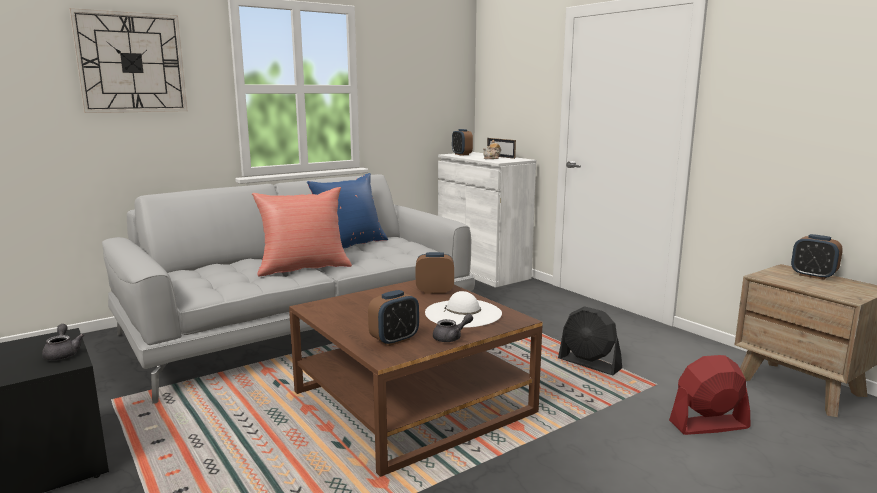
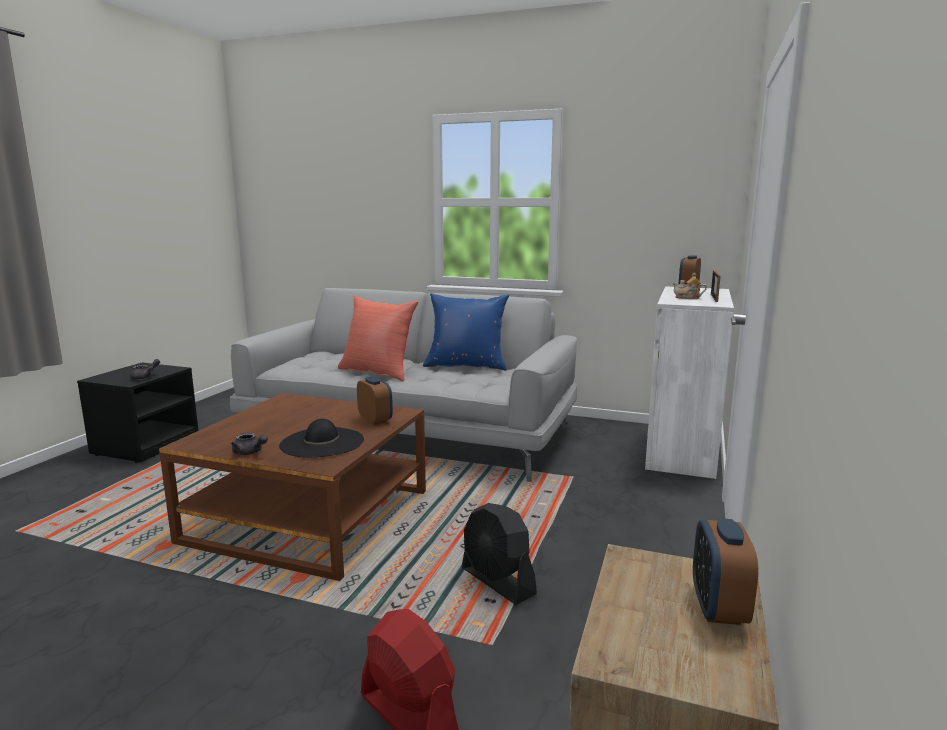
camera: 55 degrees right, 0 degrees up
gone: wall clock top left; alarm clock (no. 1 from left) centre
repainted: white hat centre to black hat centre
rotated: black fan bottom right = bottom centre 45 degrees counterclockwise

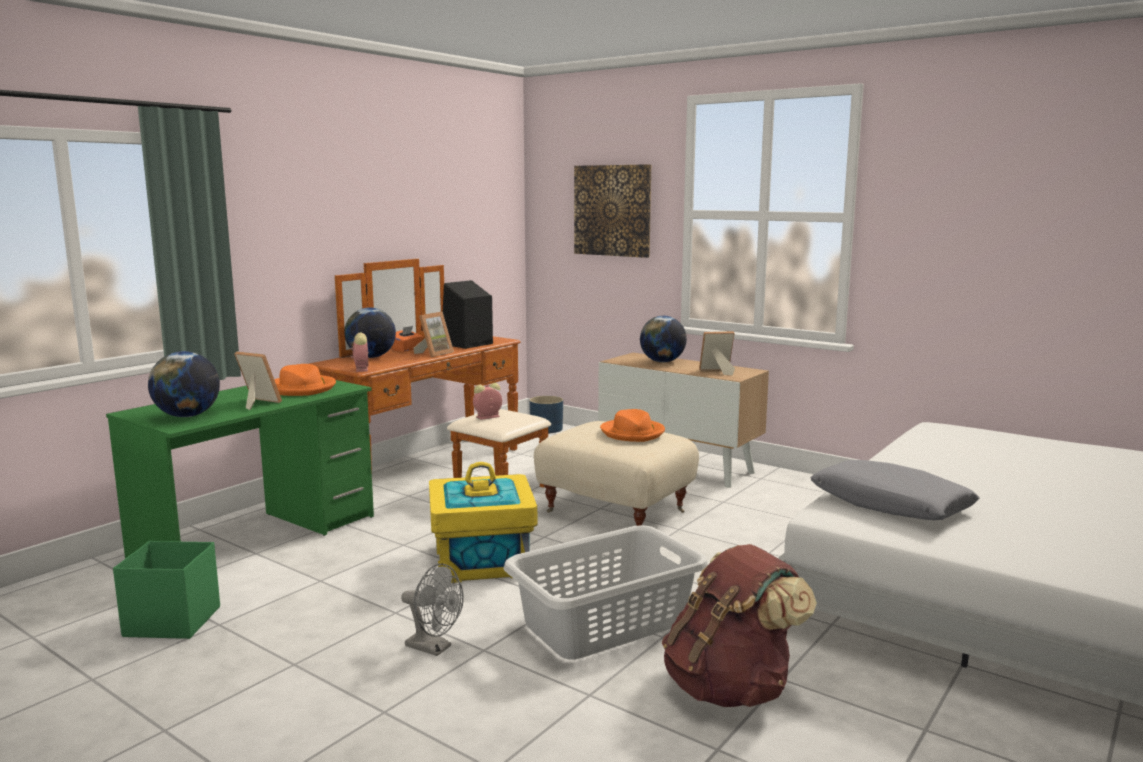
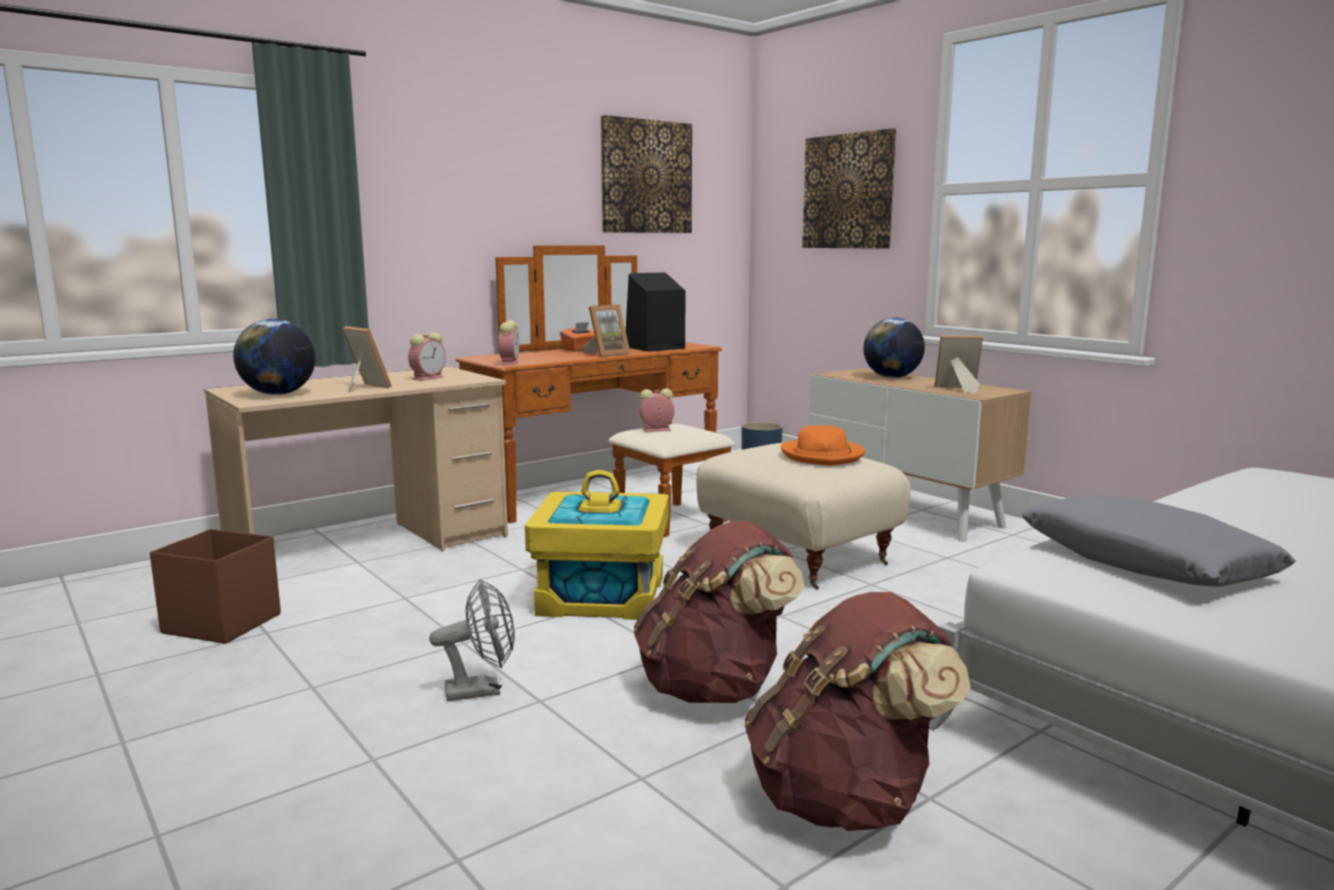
camera: 15 degrees right, 0 degrees up
gone: globe (no. 2 from left) middle left
new: picture (no. 1 from left) top centre
swapped: orange hat (no. 1 from left) middle left to alarm clock (no. 1 from left) middle left; grey laundry basket bottom centre to brown backpack (no. 1 from left) bottom centre
repainted: green storage box bottom left to brown storage box middle left; green desk middle left to beige desk middle left
rotated: grey fan bottom centre = bottom centre 60 degrees counterclockwise

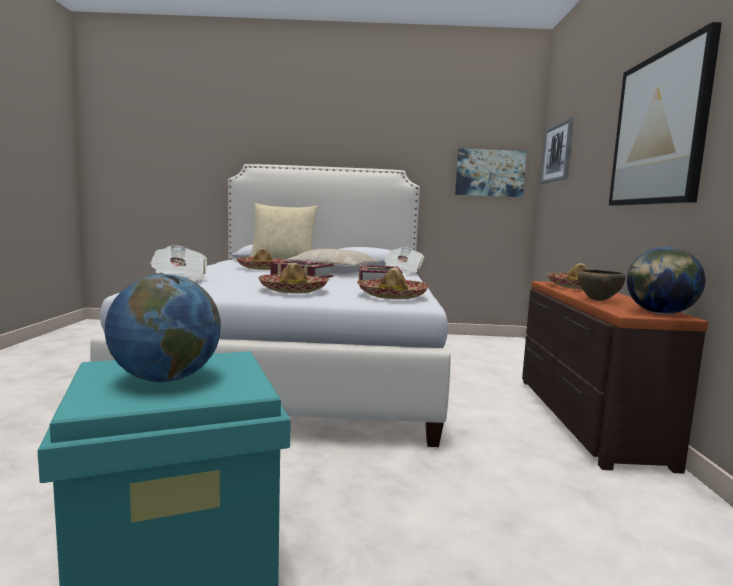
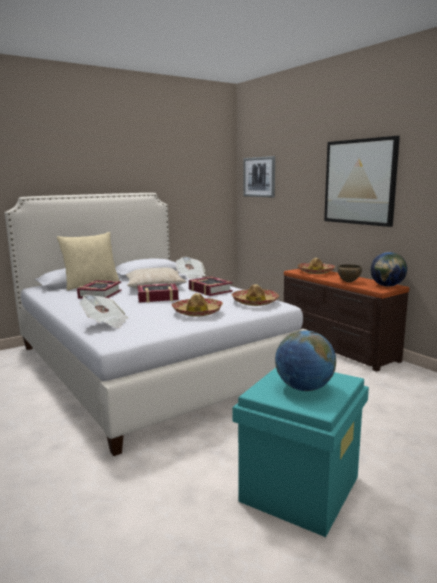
camera: 35 degrees left, 5 degrees up
gone: picture (no. 1 from left) top right
swapped: hat (no. 1 from left) centre to book (no. 1 from left) middle left

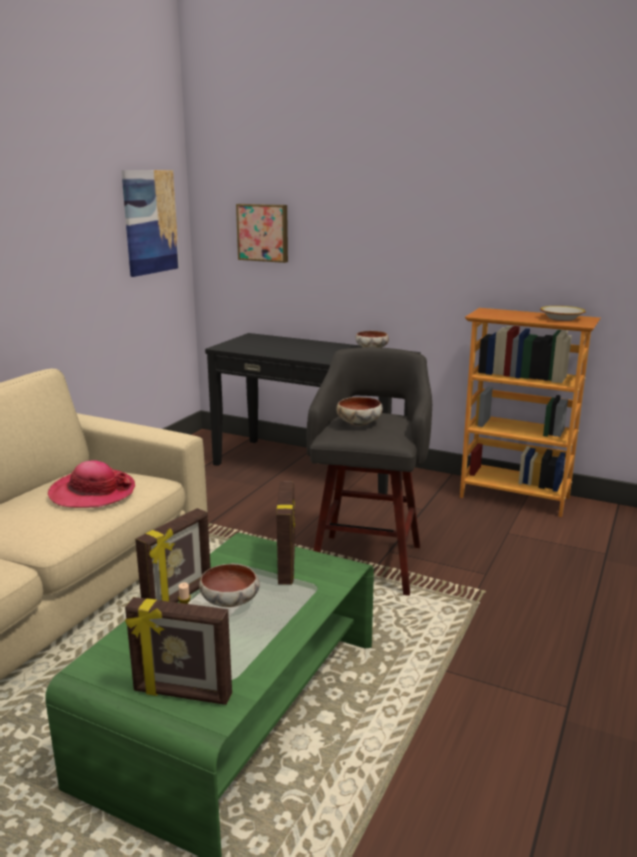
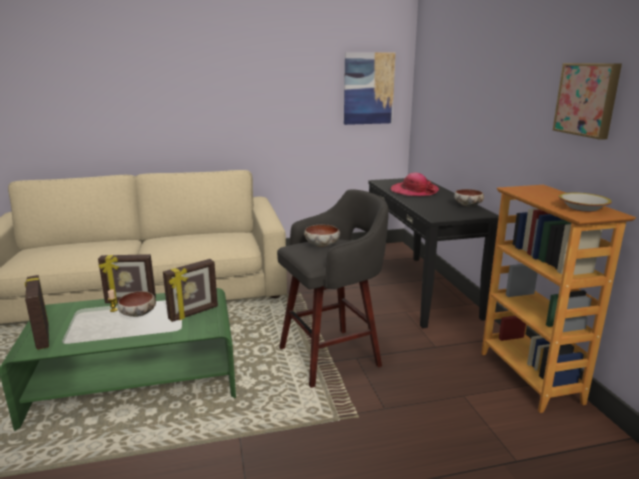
camera: 50 degrees right, 0 degrees up
shifted: hat middle left to centre; picture (no. 2 from left) top centre to top right

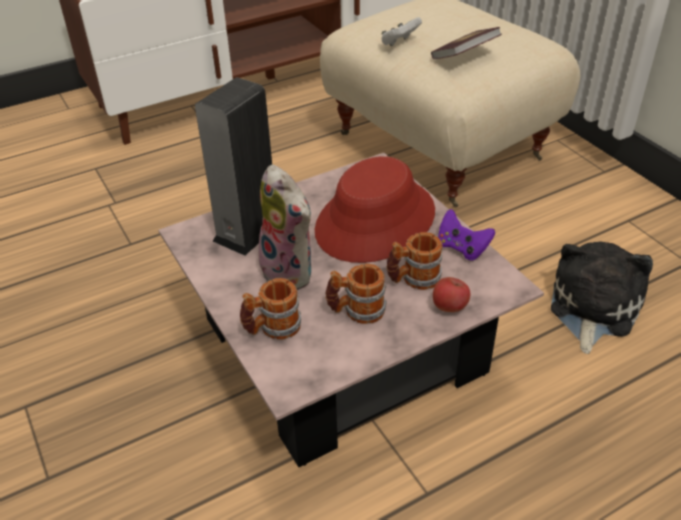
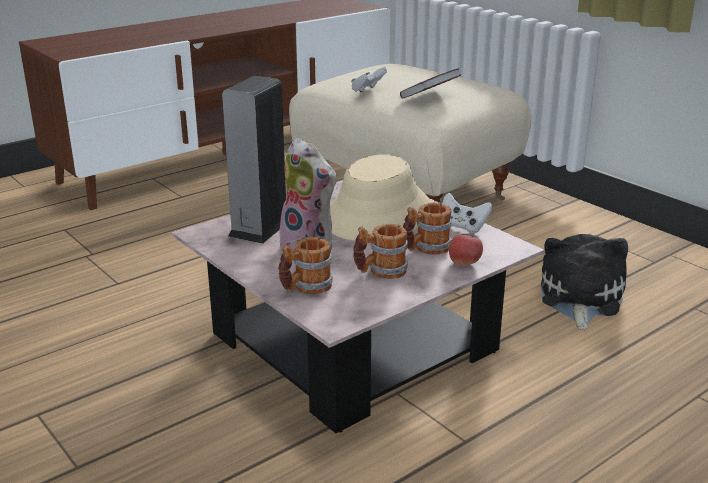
camera: 10 degrees left, 15 degrees down
repainted: red hat centre to beige hat centre; purple game controller middle right to white game controller (no. 2 from left) centre

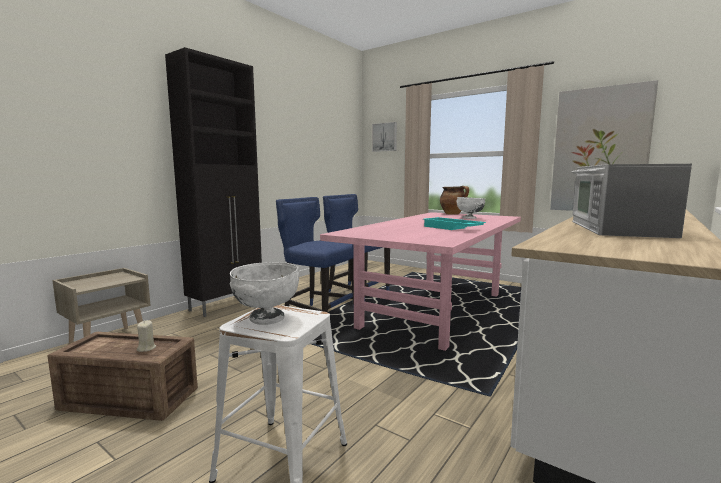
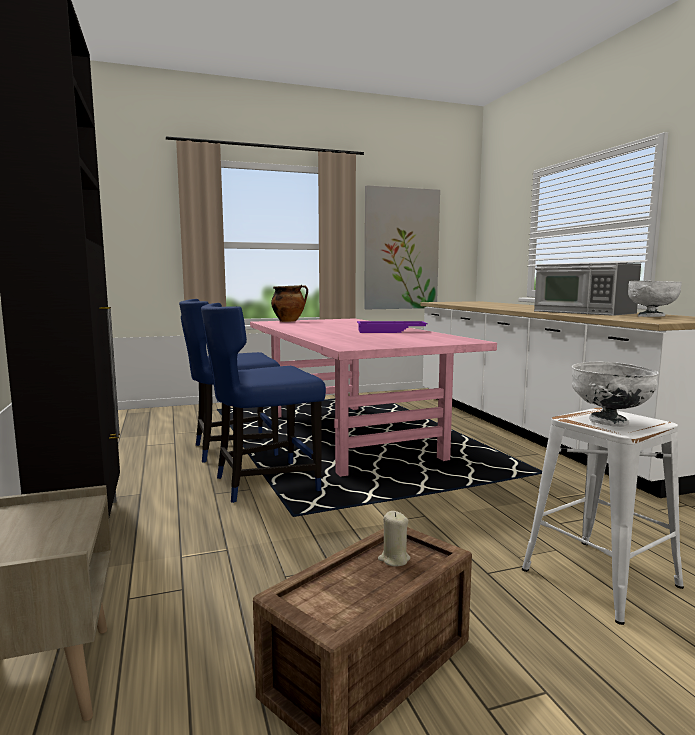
camera: 55 degrees left, 0 degrees up
gone: picture (no. 1 from left) top centre
shifted: white bowl (no. 2 from left) centre to middle right
repainted: turquoise tray centre to purple tray centre

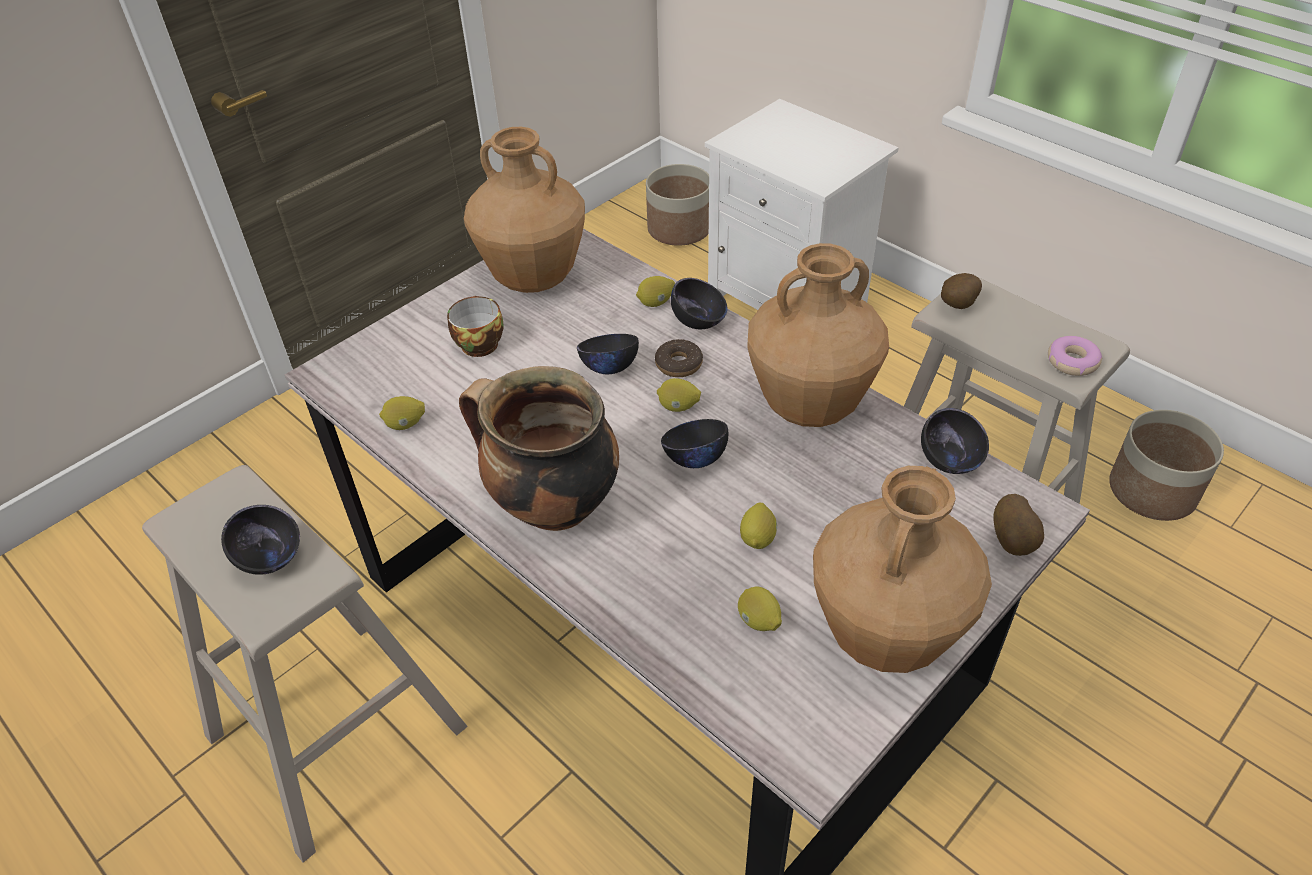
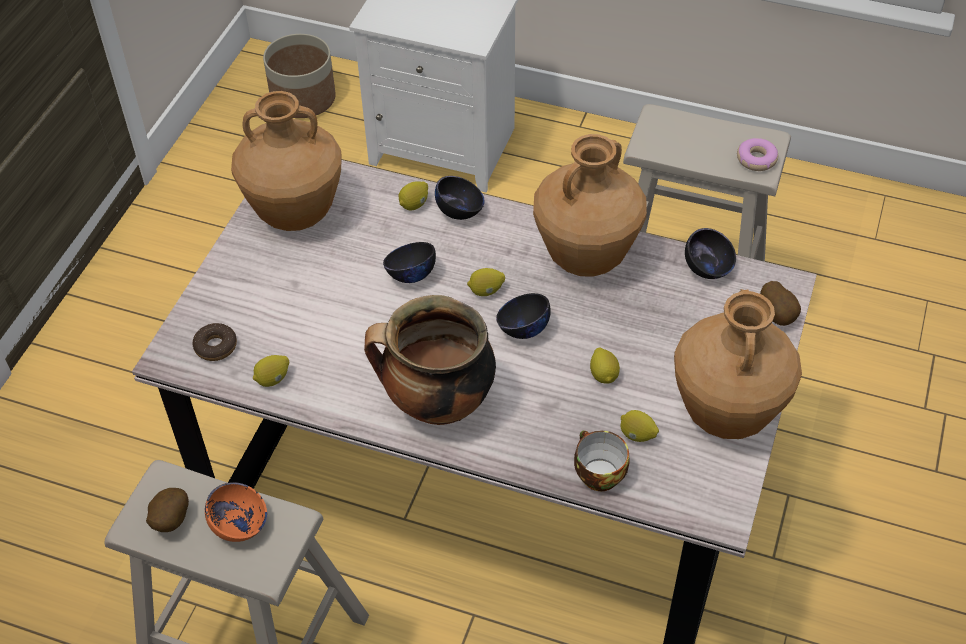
camera: 25 degrees left, 5 degrees up
gone: planter (no. 2 from left) middle right
shifted: potato (no. 1 from left) top right to bottom left; donut (no. 1 from left) centre to middle left; cup centre to bottom centre
repainted: black bowl (no. 1 from left) middle left to orange bowl bottom left

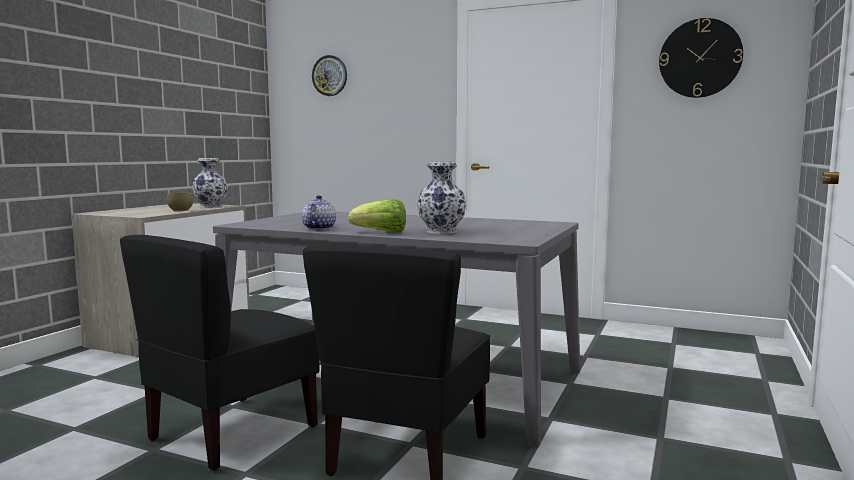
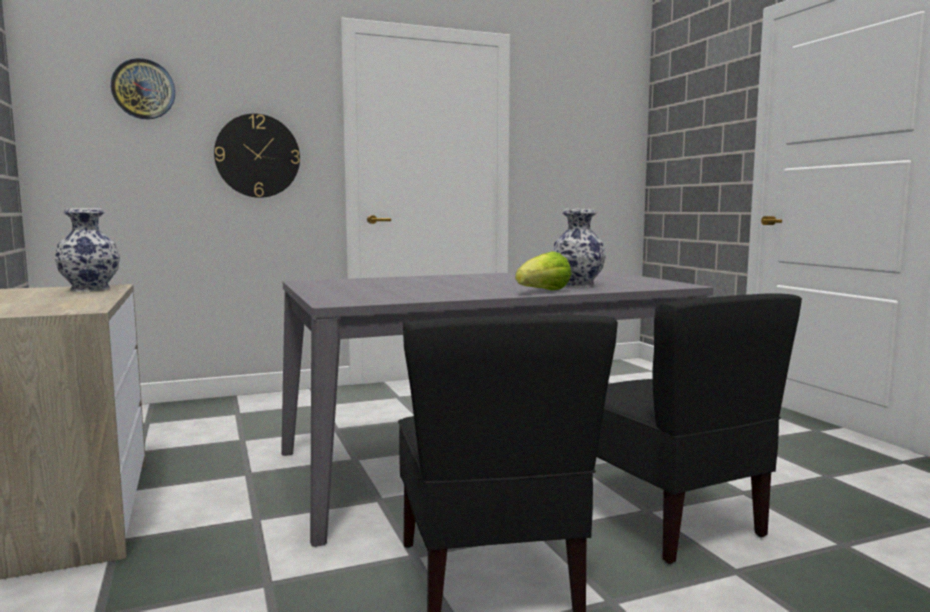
camera: 45 degrees left, 0 degrees up
gone: brown bowl middle left; teapot centre
shifted: wall clock (no. 2 from left) top right to top left

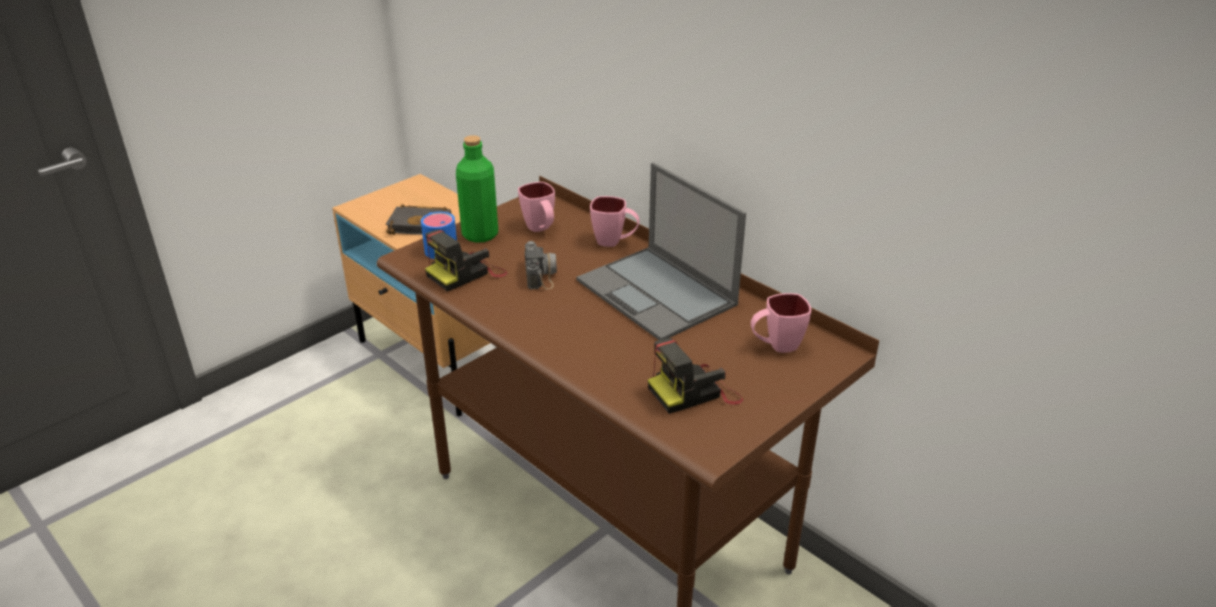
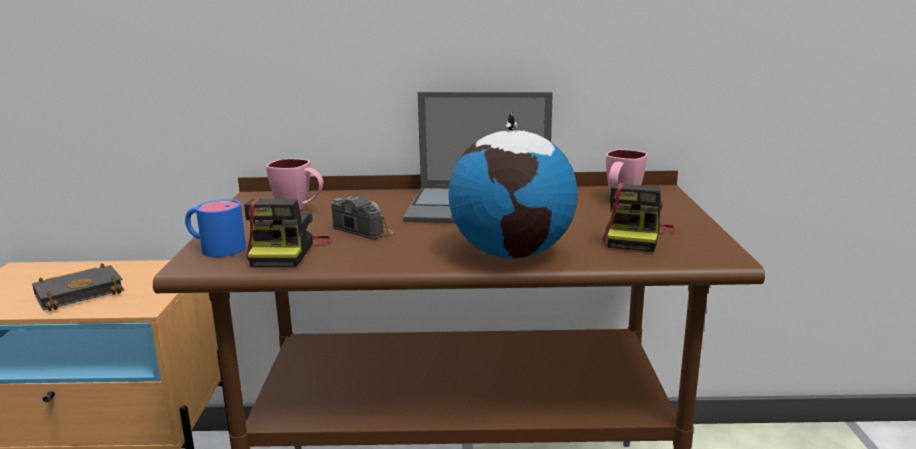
camera: 45 degrees left, 15 degrees down
gone: green bottle top centre; pink mug (no. 2 from left) centre
new: globe centre

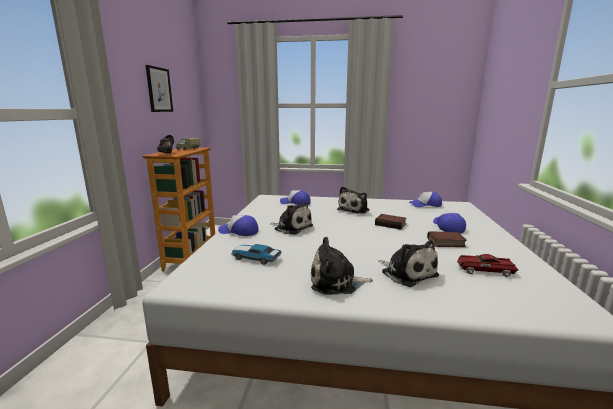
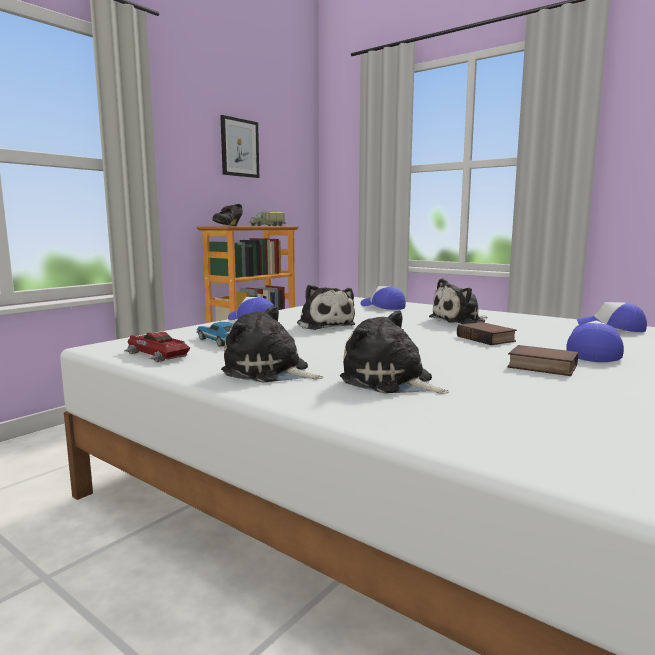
camera: 30 degrees right, 5 degrees down
shifted: toy car (no. 2 from left in the first image) middle right to toy car (no. 1 from left) middle left
rotated: plush toy (no. 4 from left in the first image) middle right = centre 135 degrees clockwise

